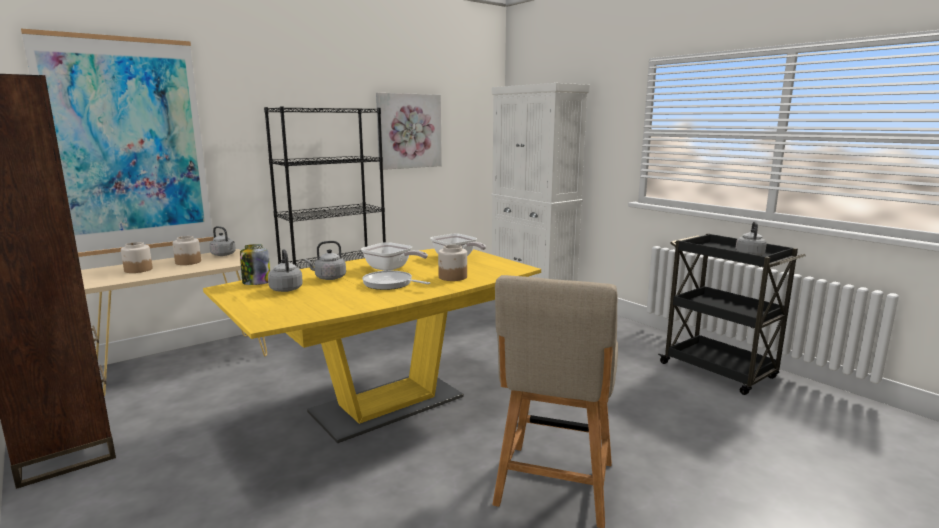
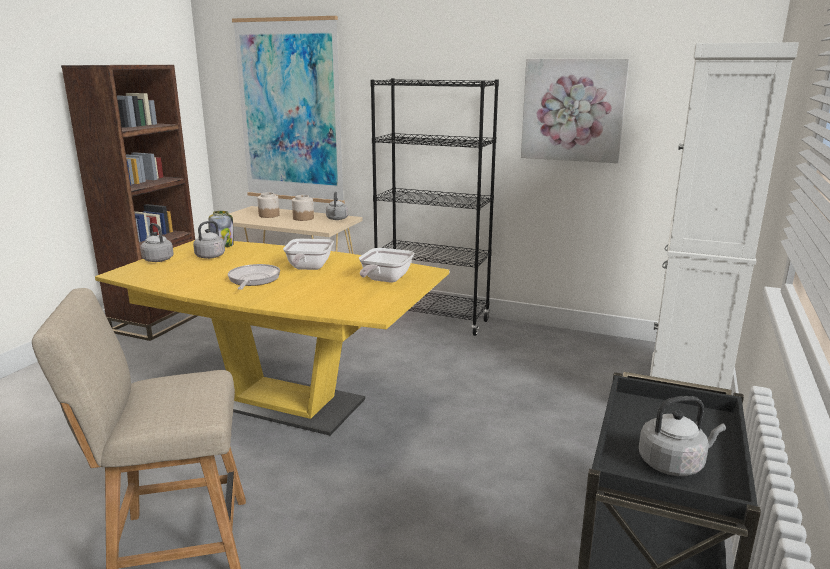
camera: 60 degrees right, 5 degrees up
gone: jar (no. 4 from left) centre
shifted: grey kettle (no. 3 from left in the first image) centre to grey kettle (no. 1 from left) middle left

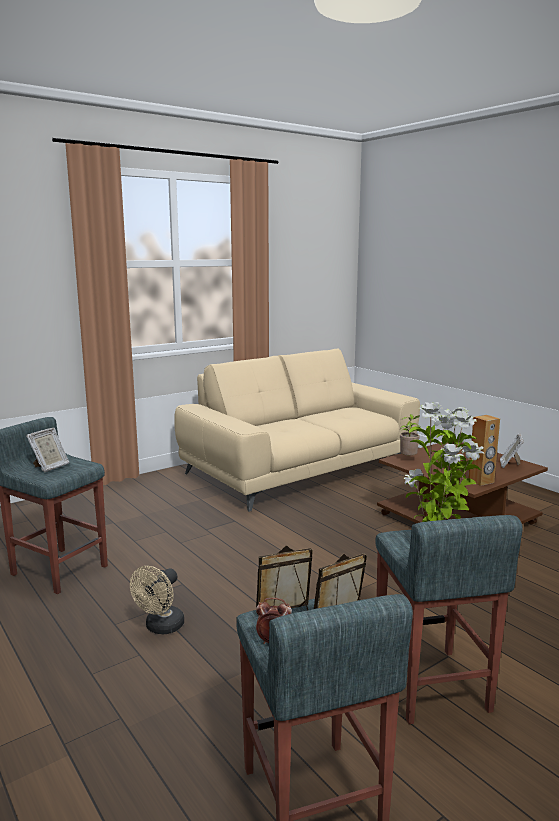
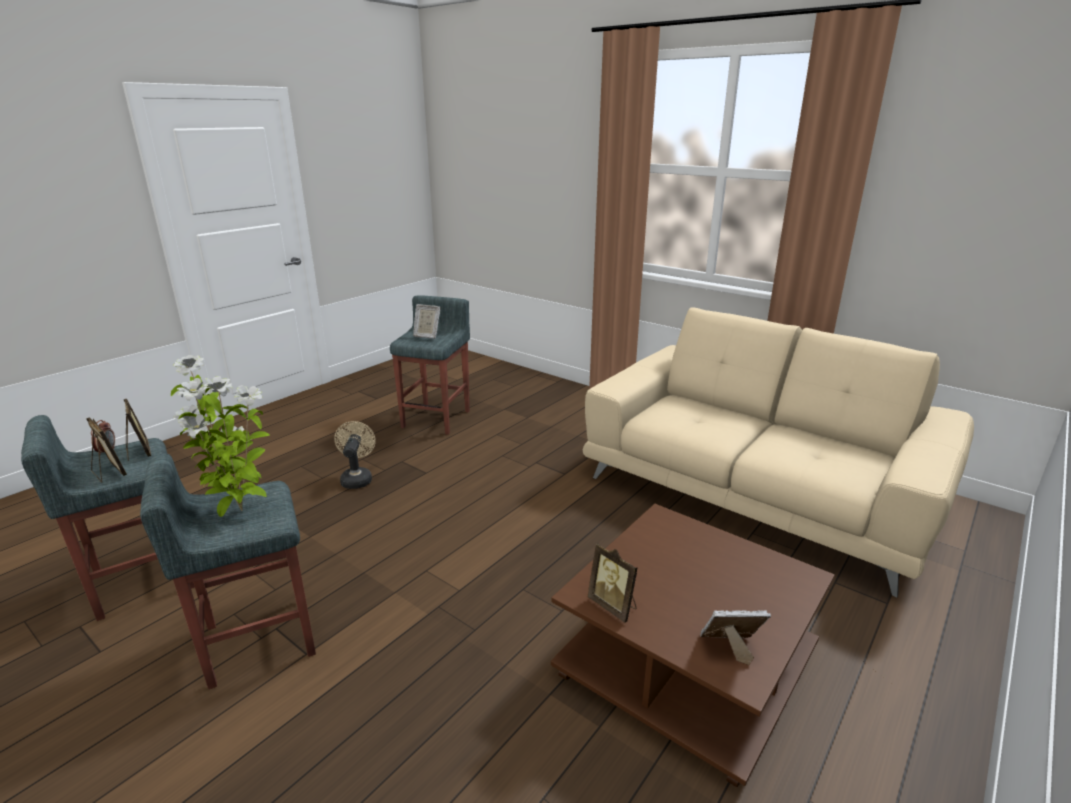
camera: 75 degrees right, 10 degrees up
gone: potted plant (no. 1 from left) middle right
swapped: brown speaker middle right to picture frame (no. 4 from left) bottom centre
rotated: beige fan bottom left = middle left 75 degrees clockwise

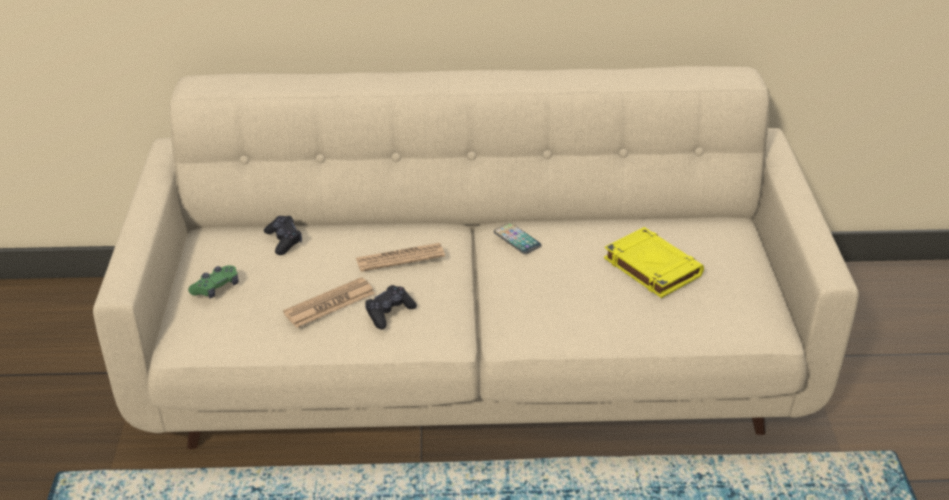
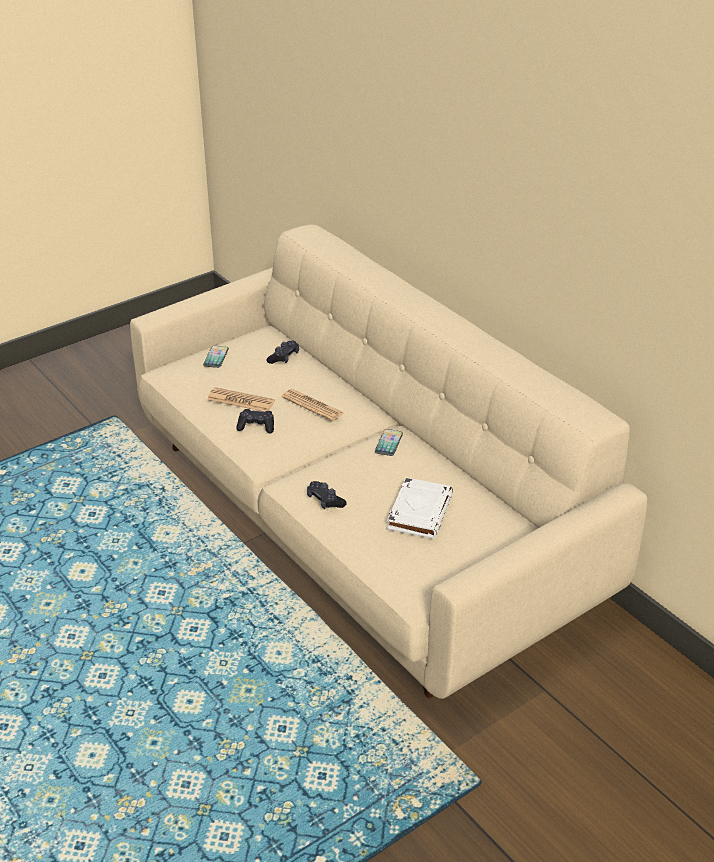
camera: 55 degrees right, 0 degrees up
new: black game controller (no. 3 from left) centre
swapped: green game controller middle left to phone (no. 1 from left) middle left
repainted: yellow book middle right to white book centre

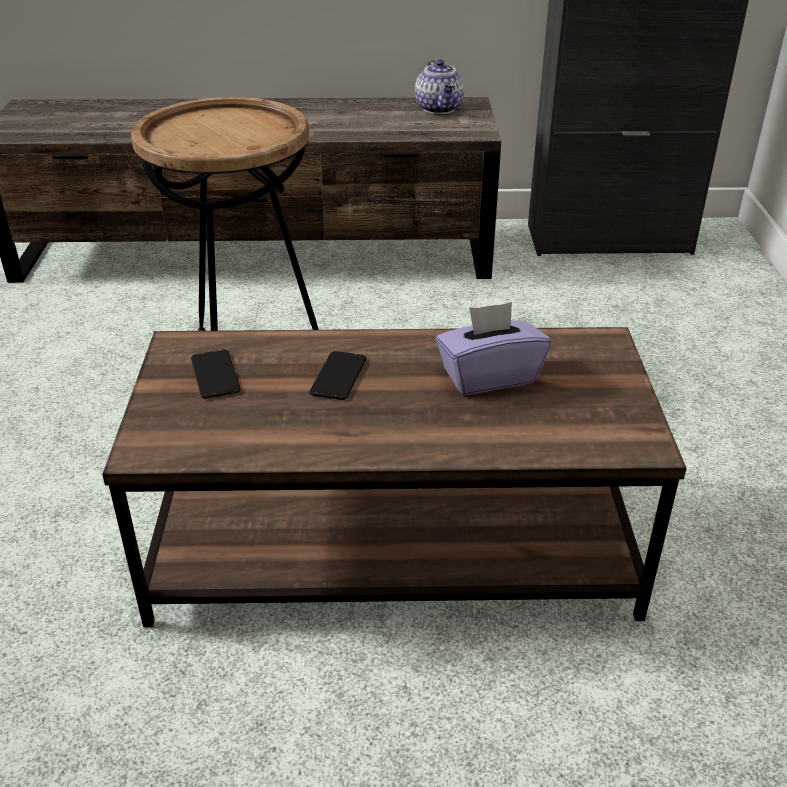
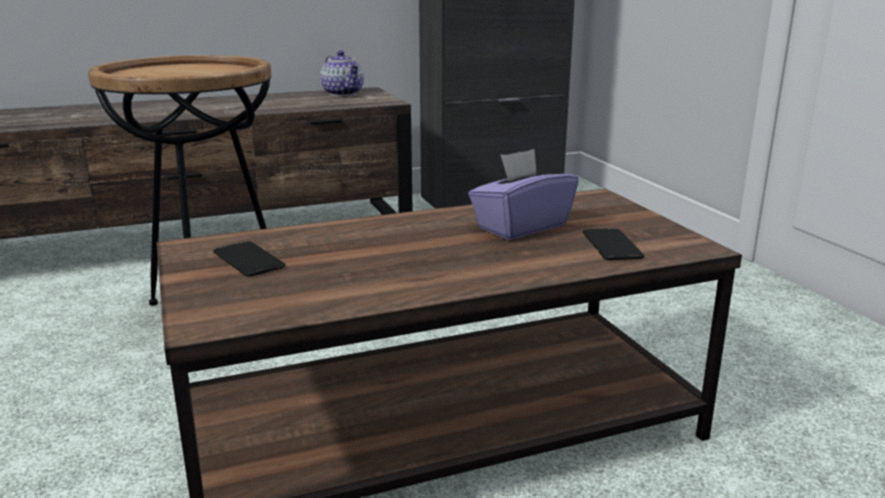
camera: 20 degrees left, 15 degrees down
shifted: phone (no. 2 from left) centre to middle right

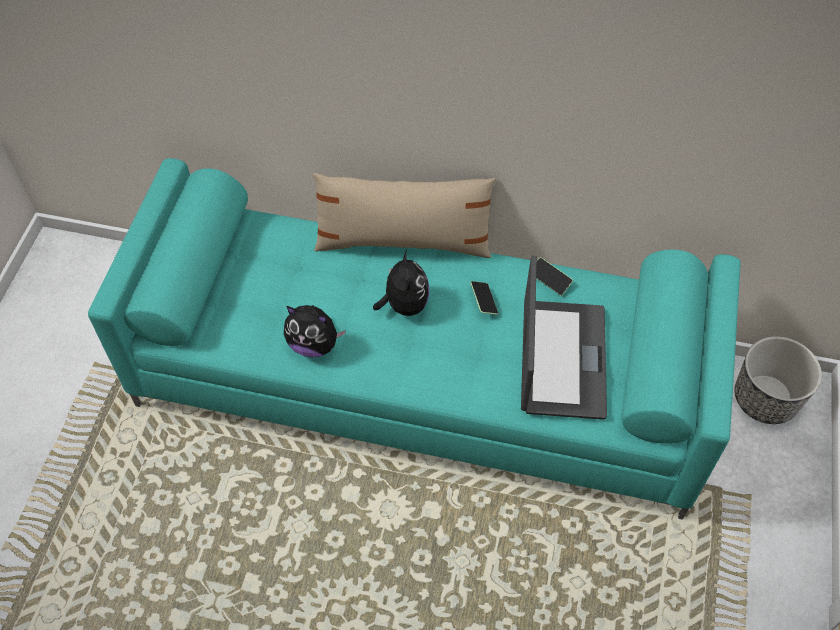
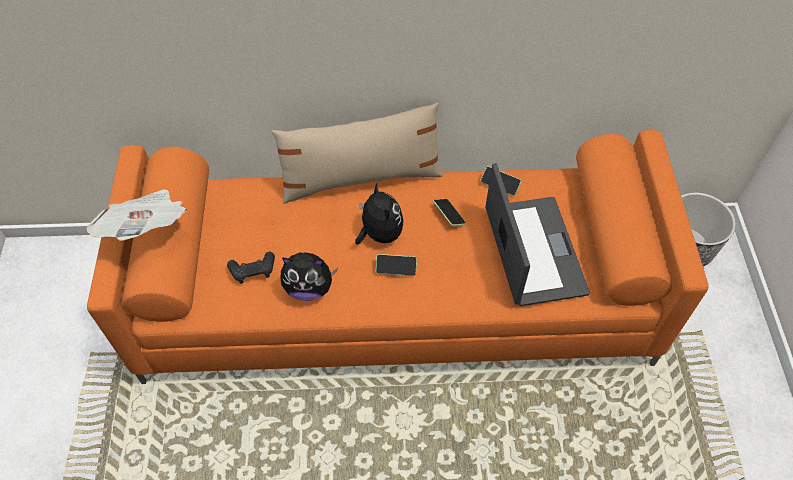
camera: 15 degrees left, 0 degrees up
new: newspaper middle left; black game controller middle left; phone (no. 1 from left) centre
repainted: turquoise sofa centre to orange sofa centre

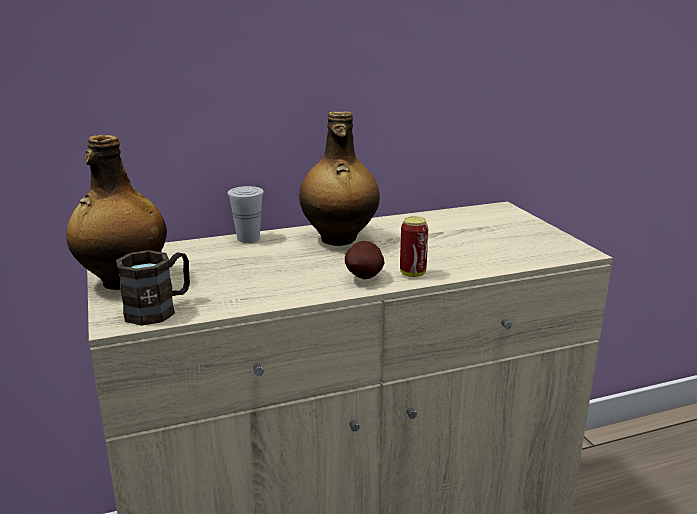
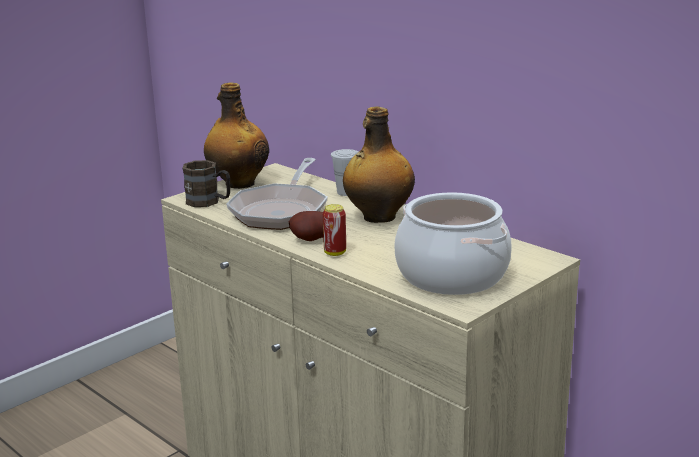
camera: 65 degrees right, 0 degrees up
new: frying pan centre; cooking pot centre

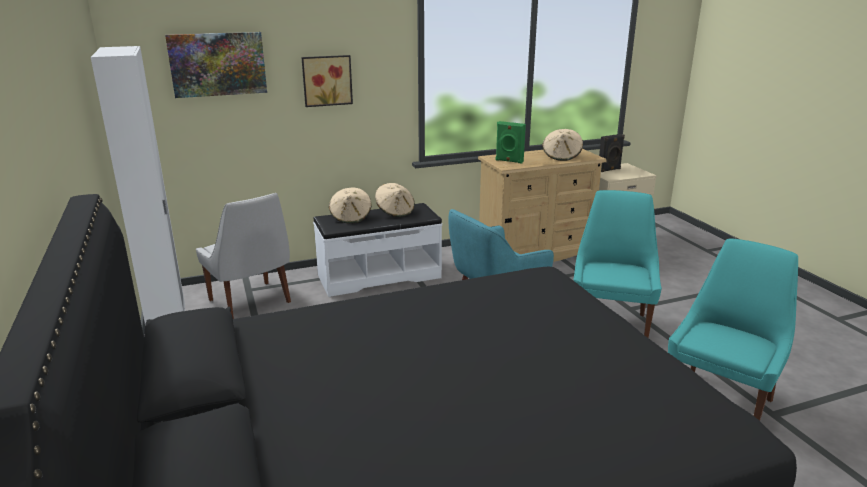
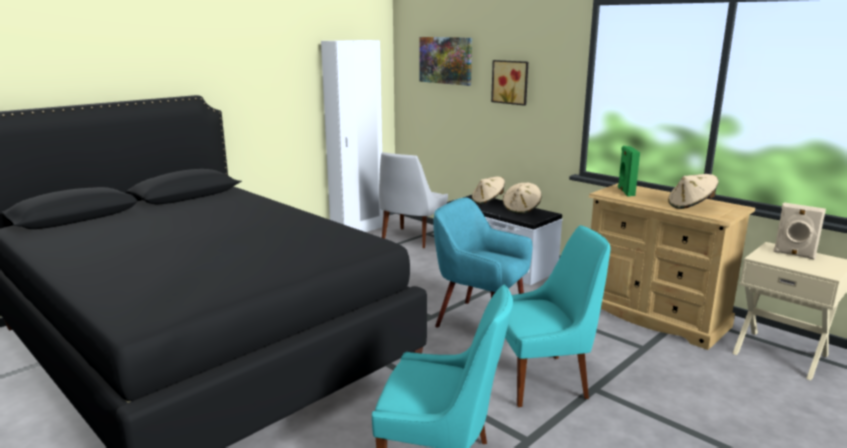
camera: 65 degrees right, 5 degrees down
repainted: black speaker top right to beige speaker middle right

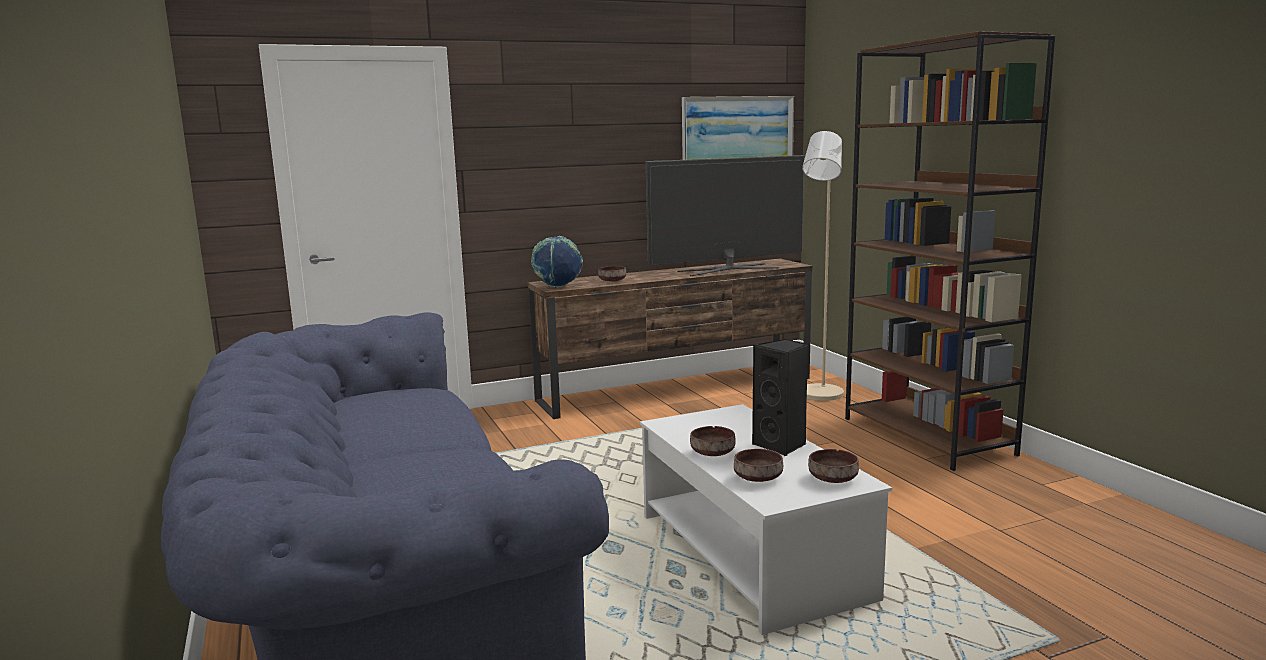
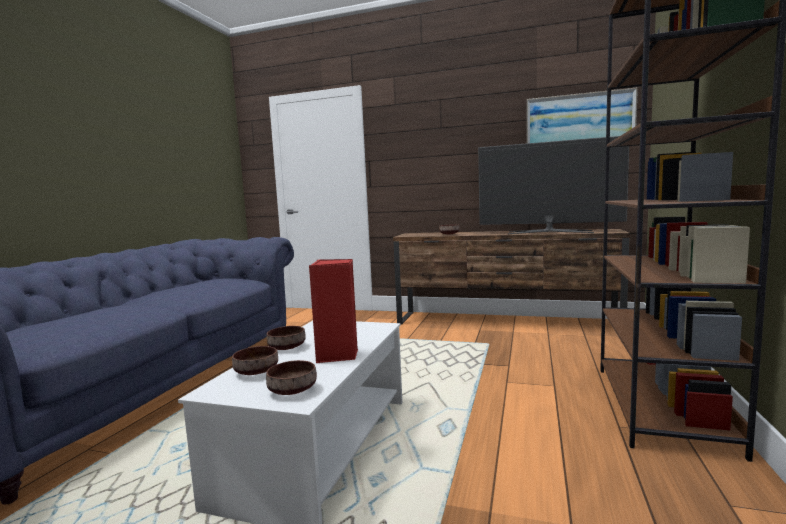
camera: 40 degrees right, 5 degrees down
gone: globe centre; beige floor lamp centre
repainted: black speaker centre to red speaker centre

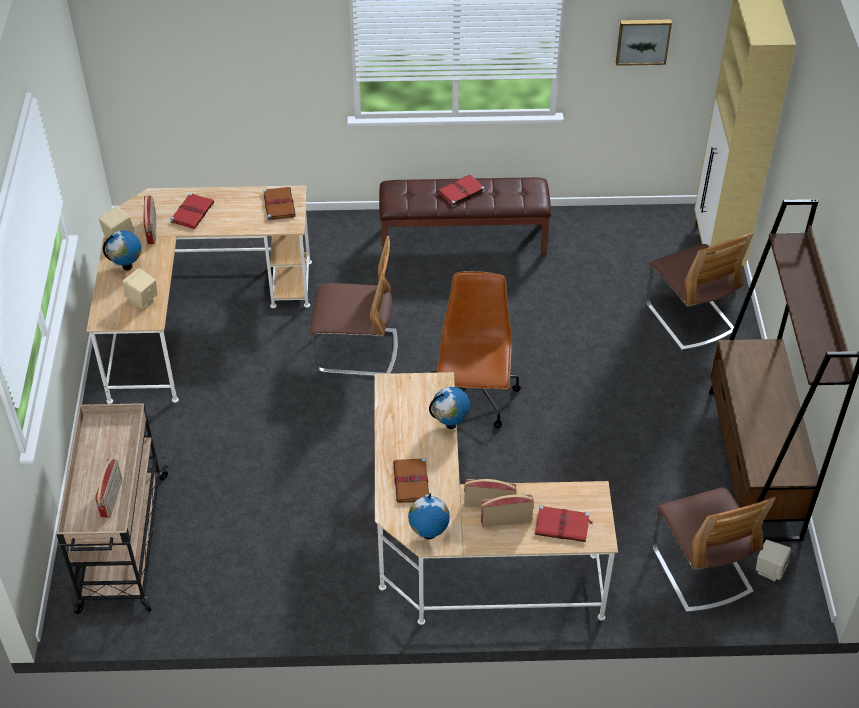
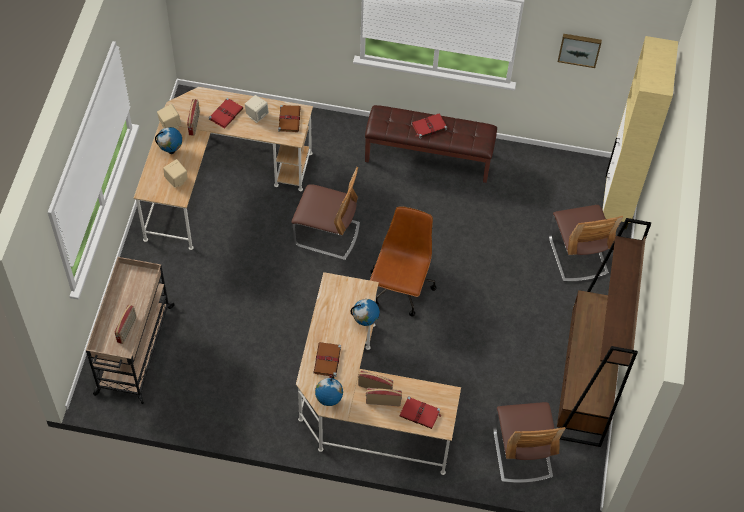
camera: 10 degrees right, 10 degrees up
shifted: beige speaker (no. 3 from left) bottom right to top centre

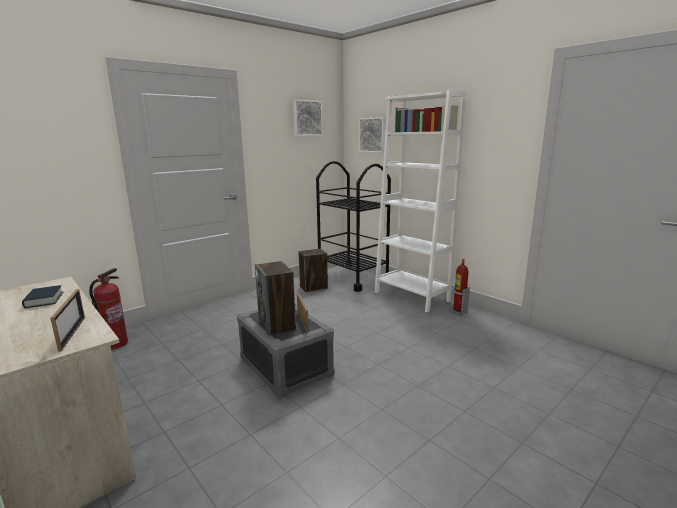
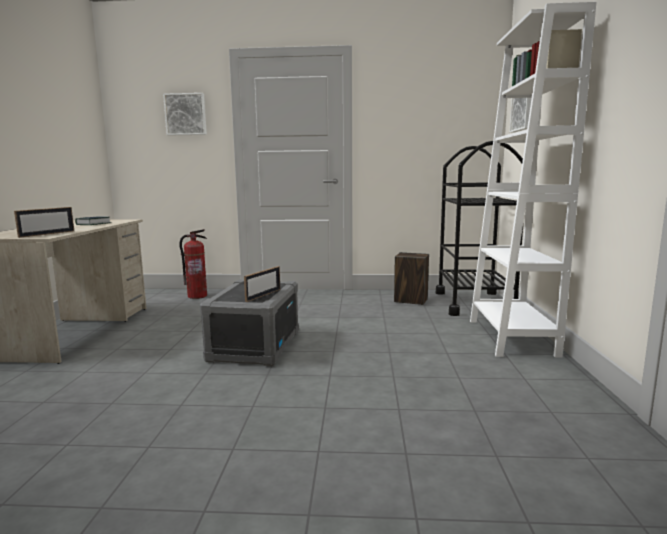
camera: 45 degrees right, 5 degrees down
gone: speaker (no. 1 from left) centre; fire extinguisher (no. 2 from left) middle right
shifted: picture (no. 1 from left) top centre to top left

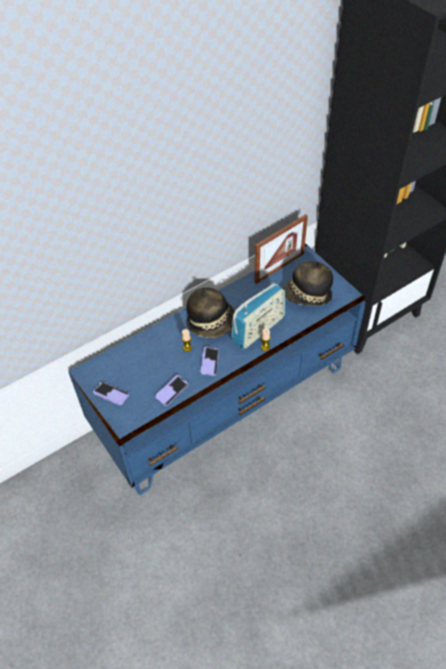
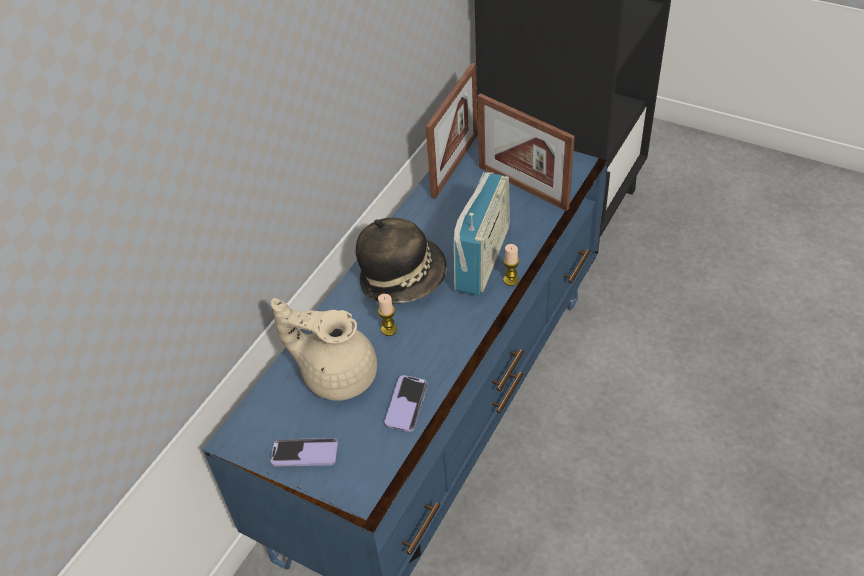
camera: 25 degrees left, 5 degrees down
gone: phone (no. 3 from left) centre
new: beige teapot centre
swapped: hat (no. 2 from left) middle right to picture frame (no. 2 from left) top centre

